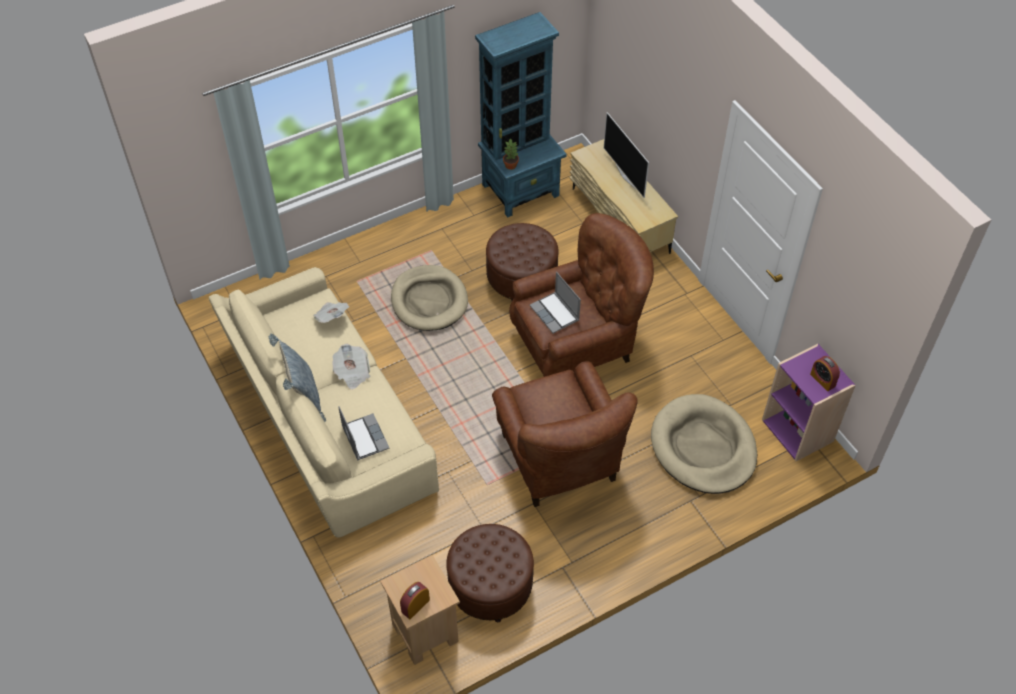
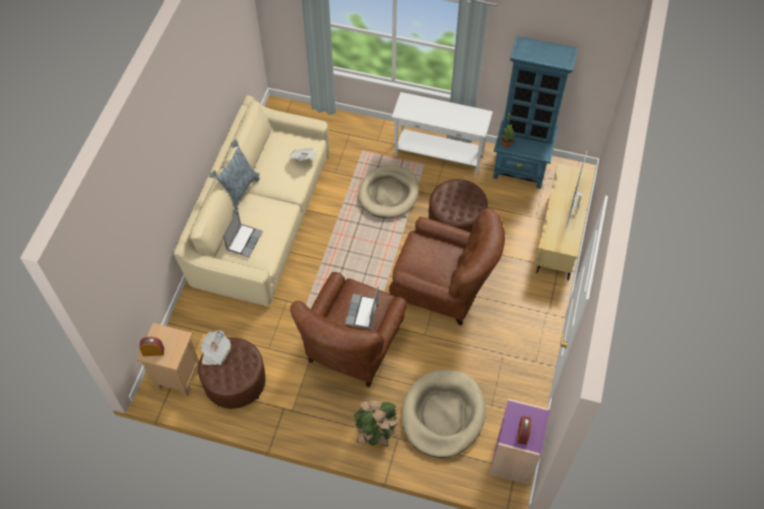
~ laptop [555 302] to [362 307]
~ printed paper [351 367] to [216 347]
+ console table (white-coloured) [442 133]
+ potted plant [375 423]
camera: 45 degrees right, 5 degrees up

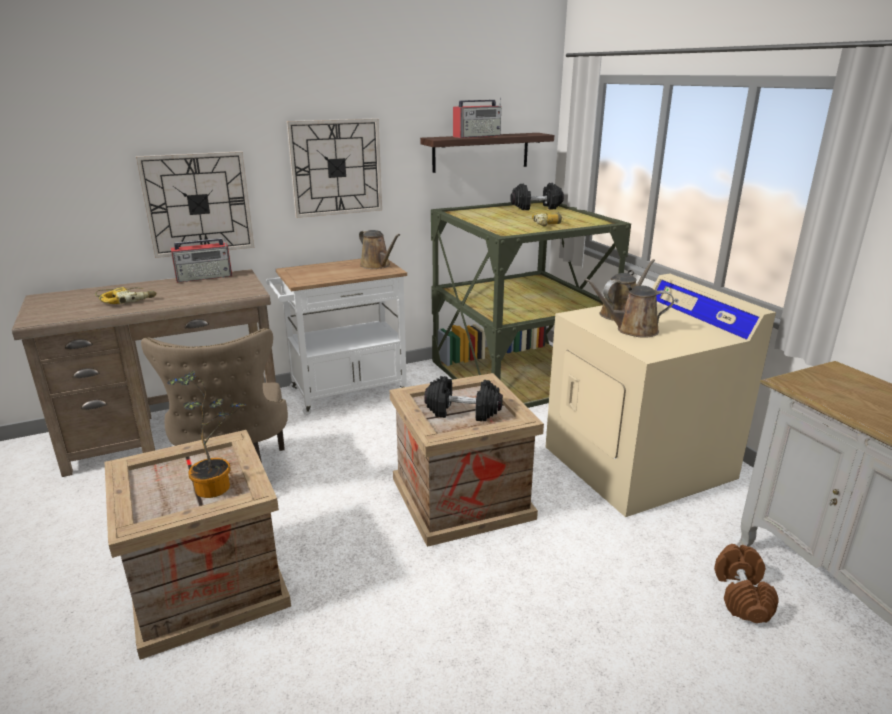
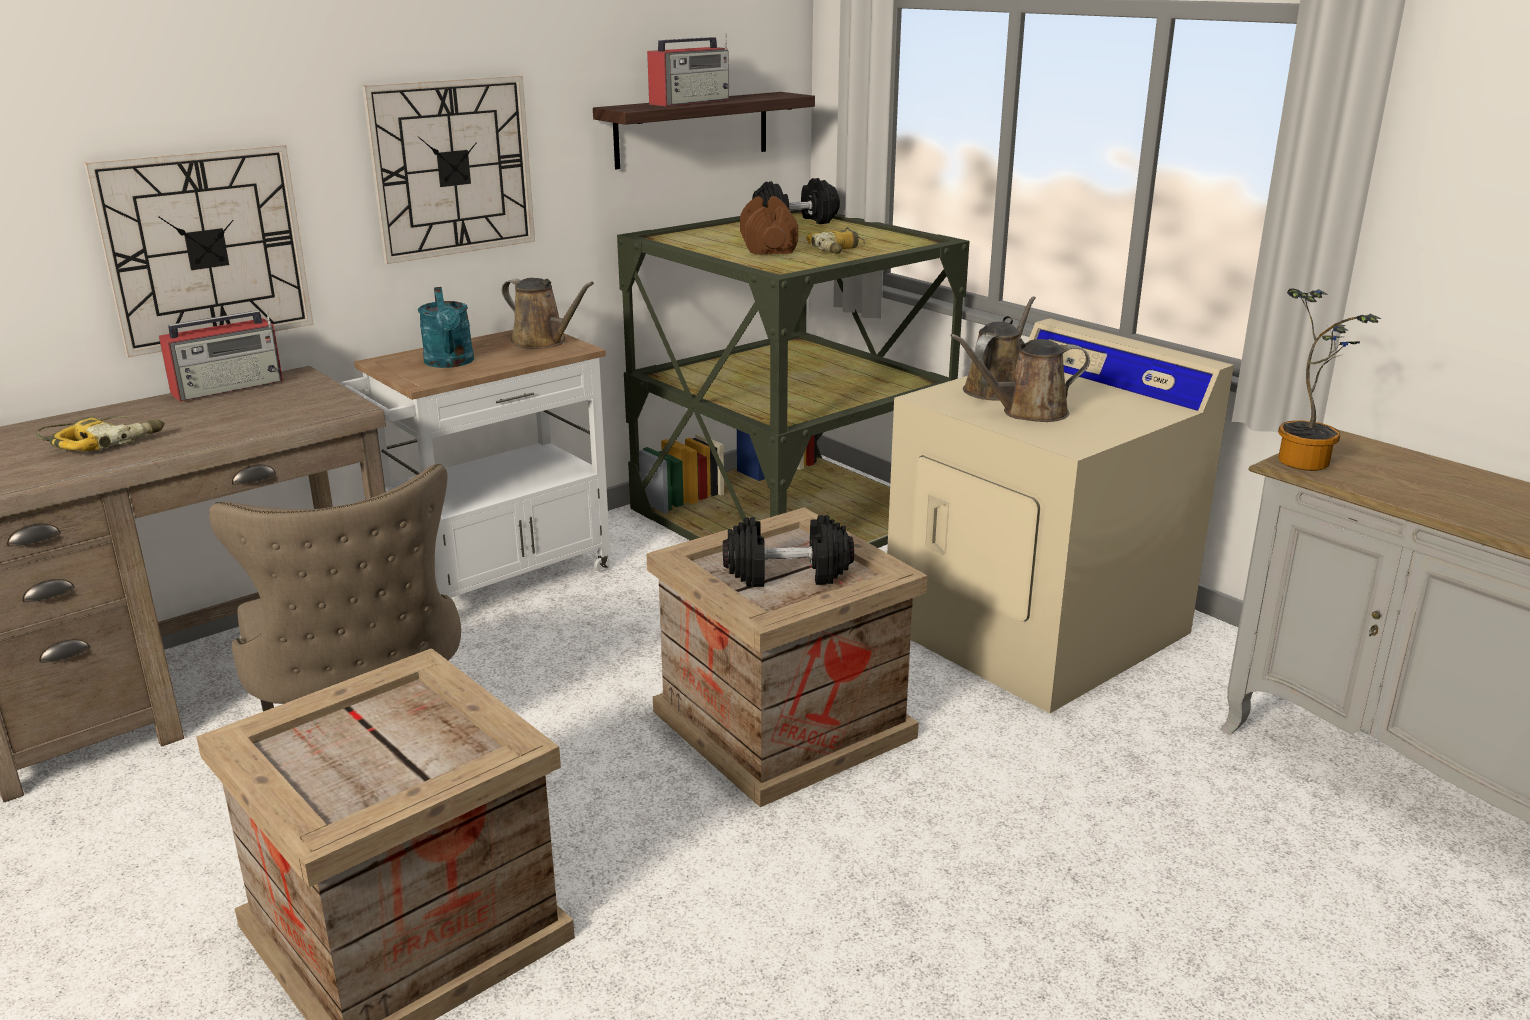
~ potted plant [207 434] to [1329 379]
~ free weight (brown-coloured) [746 583] to [769 225]
+ watering can (turquoise) [446 327]
camera: 15 degrees left, 0 degrees up

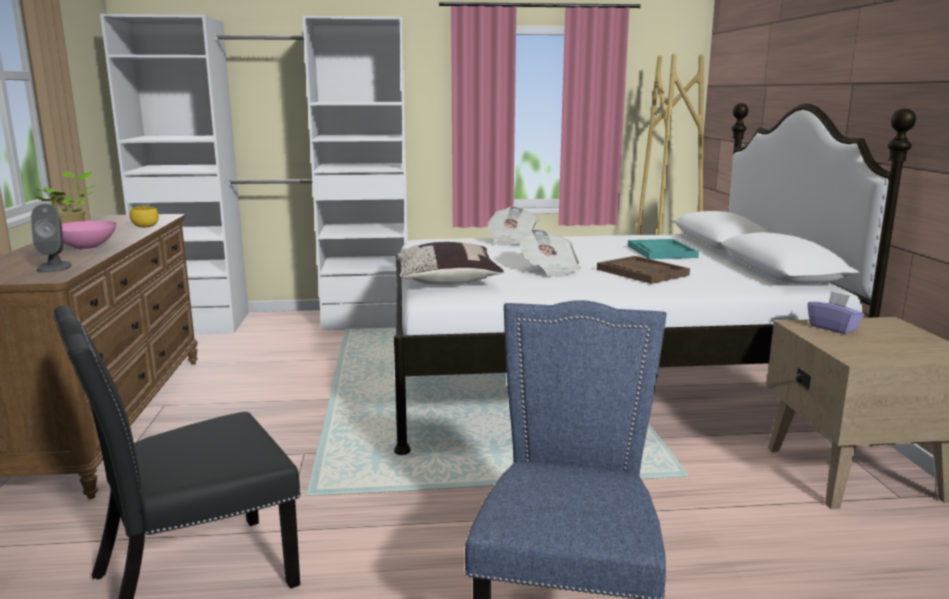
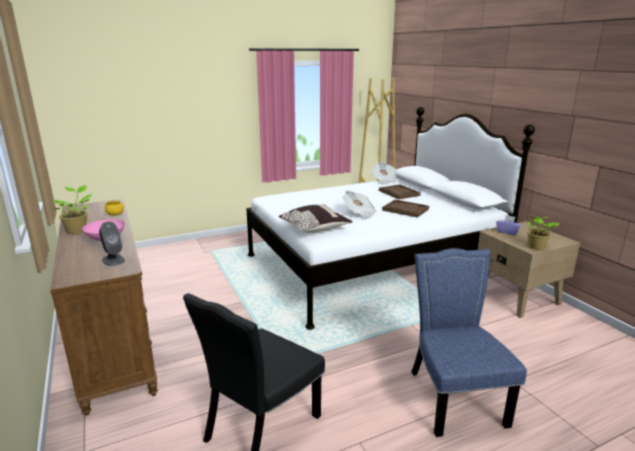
- clothes cupboard (white-coloured) [254 174]
~ printed paper [513 226] to [384 173]
~ serving tray (turquoise) [663 249] to serving tray (brown-coloured) [400 192]
+ potted plant [541 233]
camera: 20 degrees left, 5 degrees up

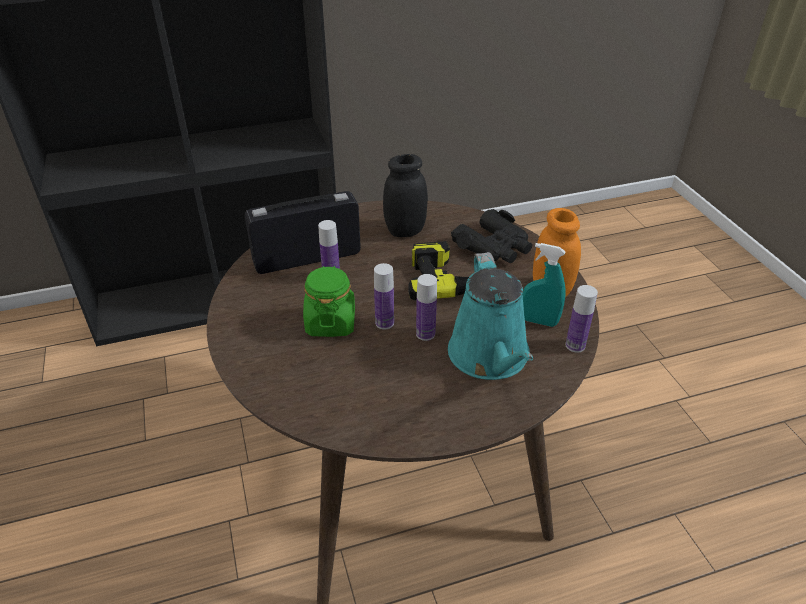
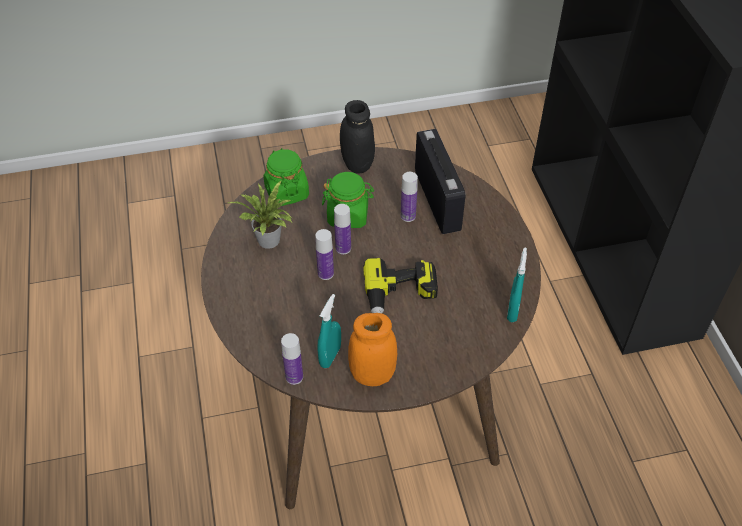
~ jar (black-coloured) [405 195] to [357 137]
- binoculars (black-coloured) [492 236]
- watering can (turquoise) [490 316]
+ jar (greenish) [286 177]
+ potted plant [260 214]
+ hand sprayer (turquoise) [517 285]
camera: 95 degrees right, 10 degrees up

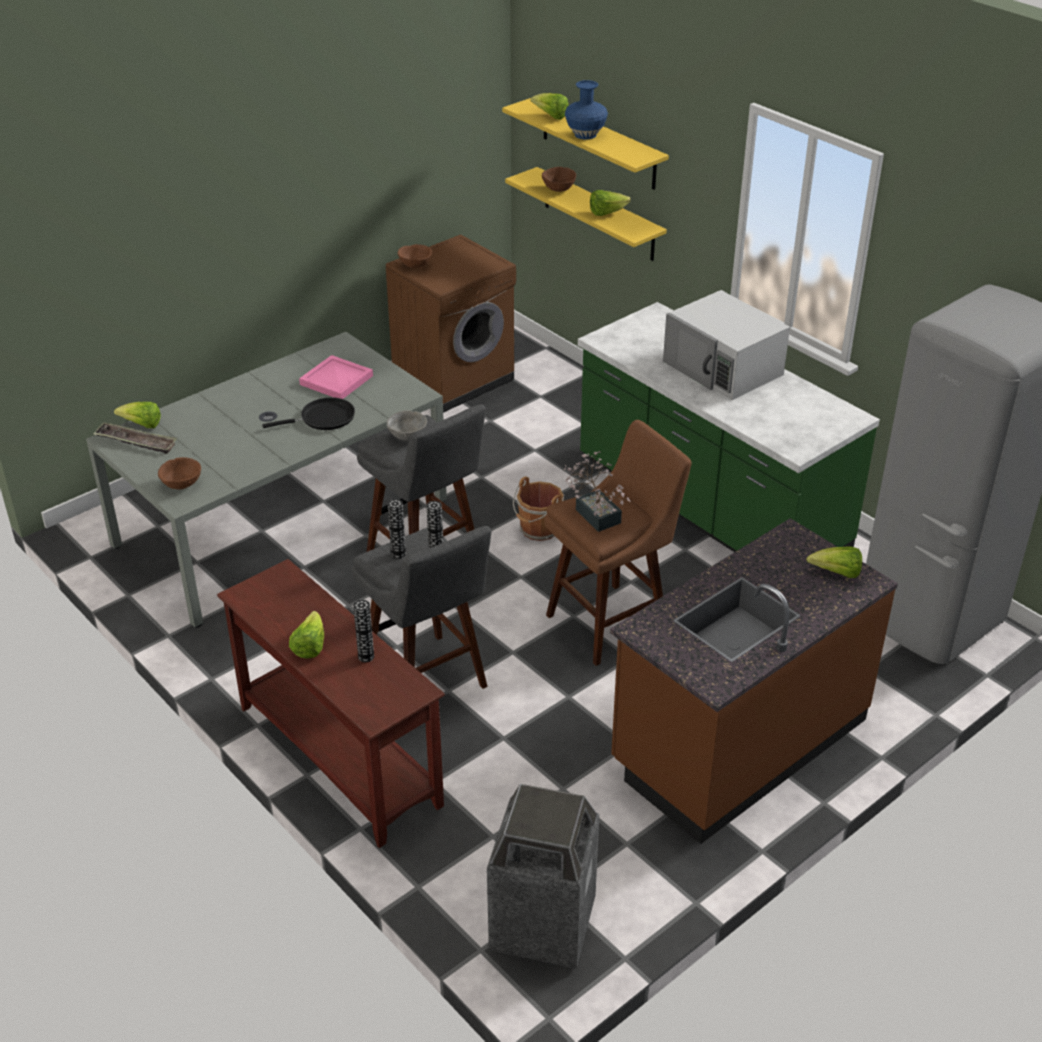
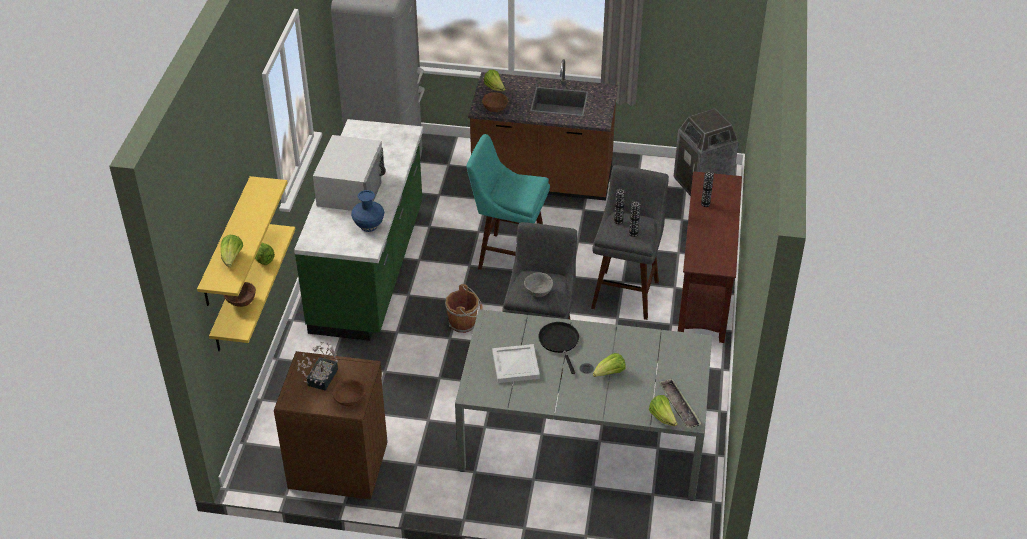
~ vase (blue) [586 110] to [367 211]
~ serving tray (pink) [336 377] to serving tray (white-coloured) [516 363]
~ skillet (black-coloured) [308 413] = [559 348] 45 degrees clockwise
~ sitting stool (brown-coloured) [618 543] to sitting stool (turquoise) [508 202]
~ potted plant [597 491] to [317 366]
~ bowl (brown-coloured) [179 473] to [495 102]
~ head of lettuce [306 635] to [609 365]
camera: 130 degrees left, 5 degrees up

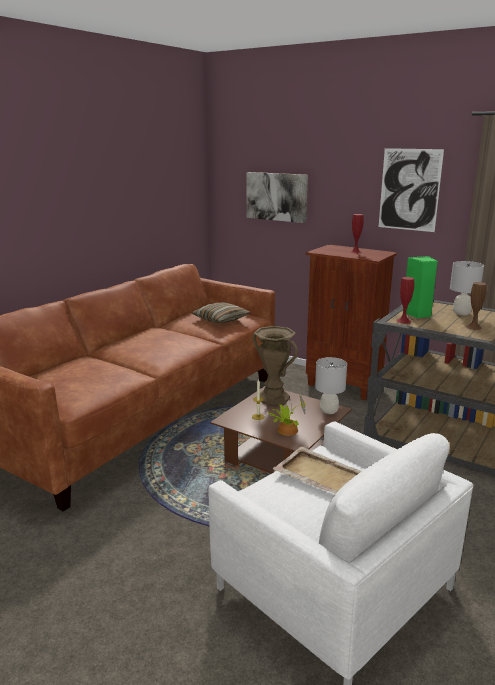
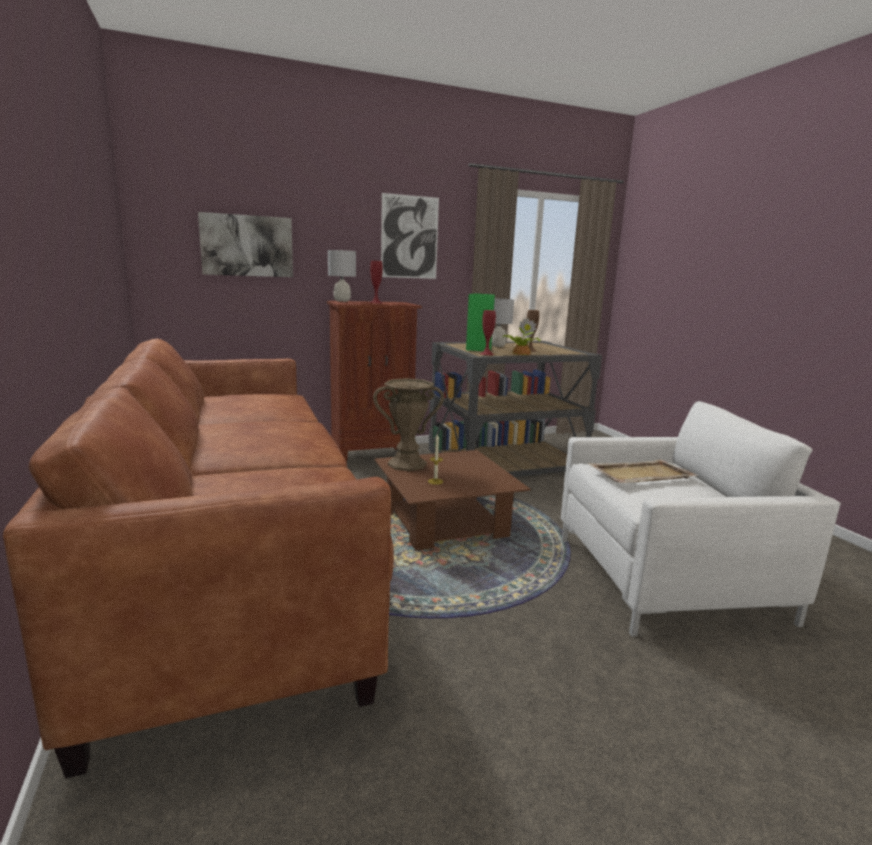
- pillow [221 313]
~ table lamp (gray) [331 385] to [342 276]
~ potted plant [287 415] to [522 336]
camera: 55 degrees left, 5 degrees down

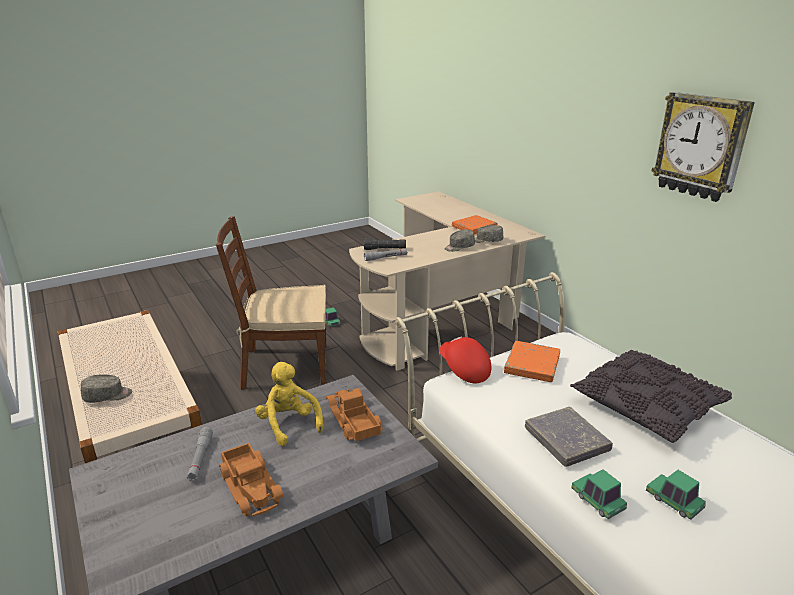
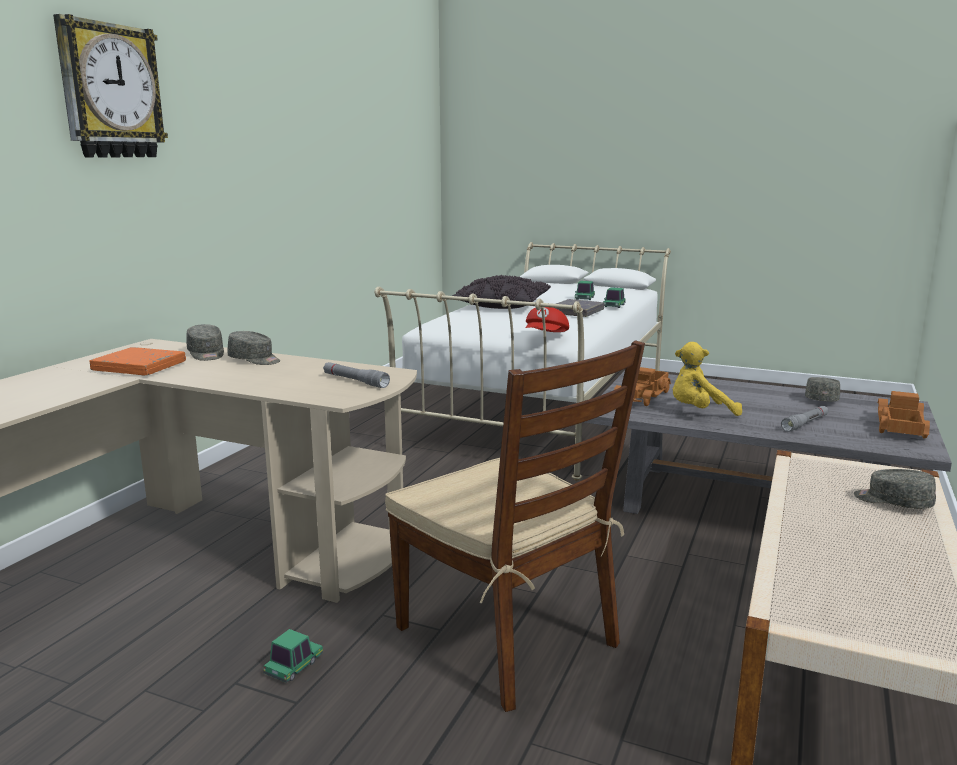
~ hanging clock [703 147] to [110 86]
- hand torch (black-coloured) [385 244]
- book (orange-coloured) [532 361]
~ cuddly toy (yellow) [289 404] = [707 379] 60 degrees clockwise
~ toy truck [251 480] to [904 415]
+ peaked cap (gray) [822 389]
camera: 125 degrees left, 10 degrees down

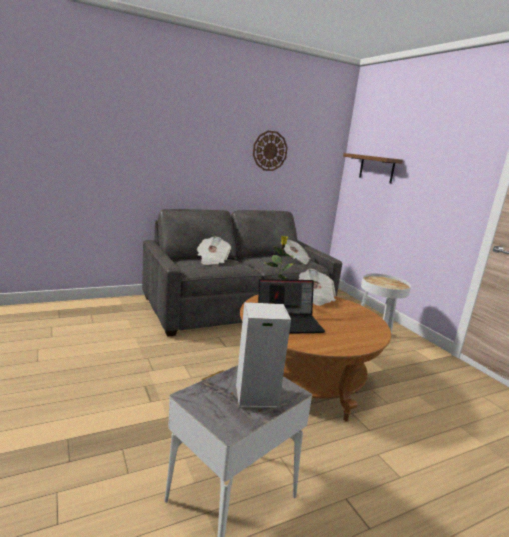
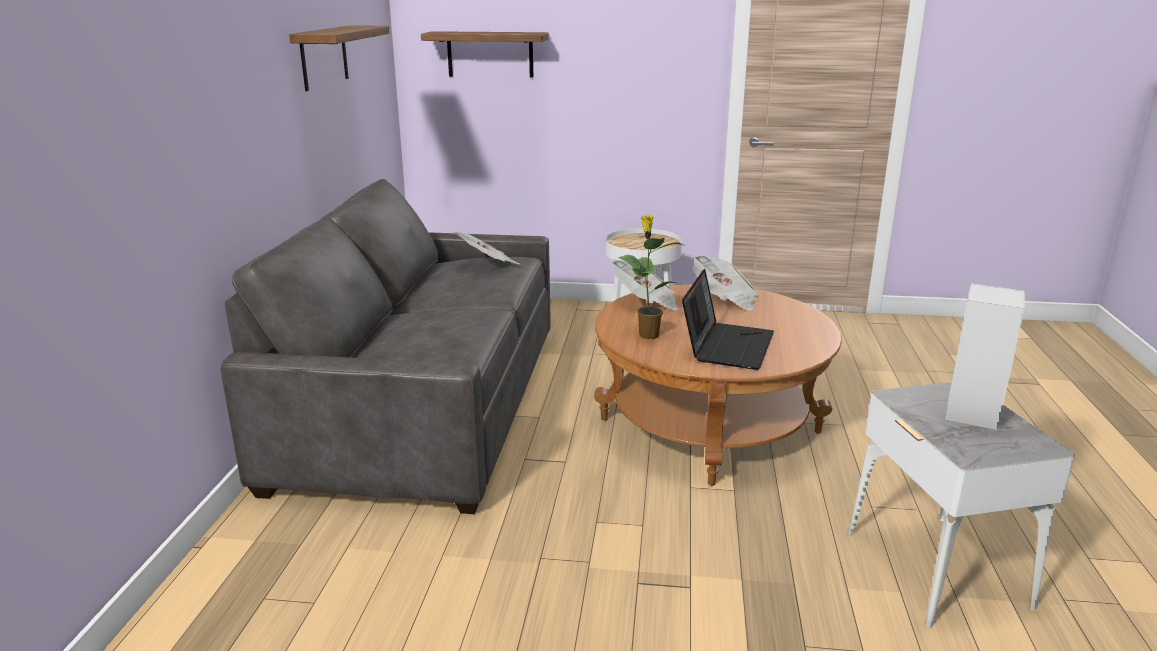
~ hanging clock [270 151] to shelf [339 58]
~ printed paper [214 251] to [725 282]
camera: 55 degrees left, 5 degrees up

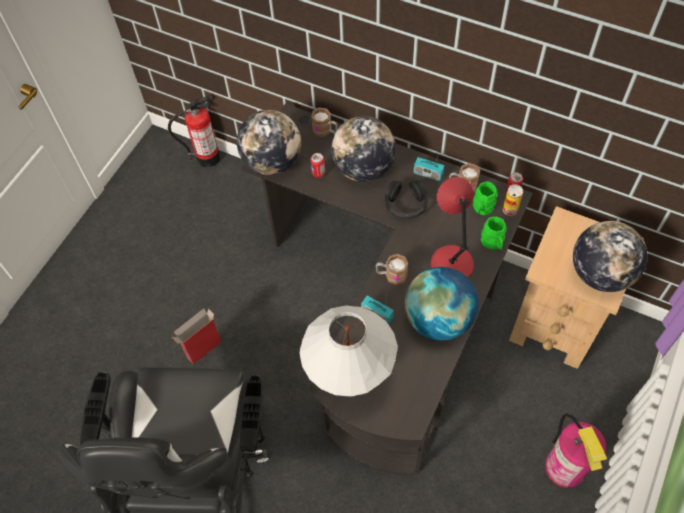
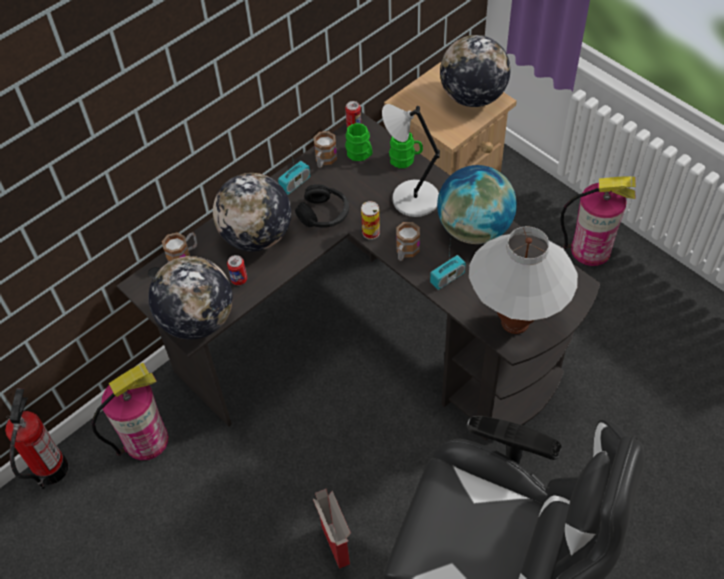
~ table lamp (red-coloured) [452 227] to table lamp (gray) [411 160]
~ metal can [513 200] to [370 220]
+ fire extinguisher [129 411]
camera: 70 degrees left, 5 degrees down

